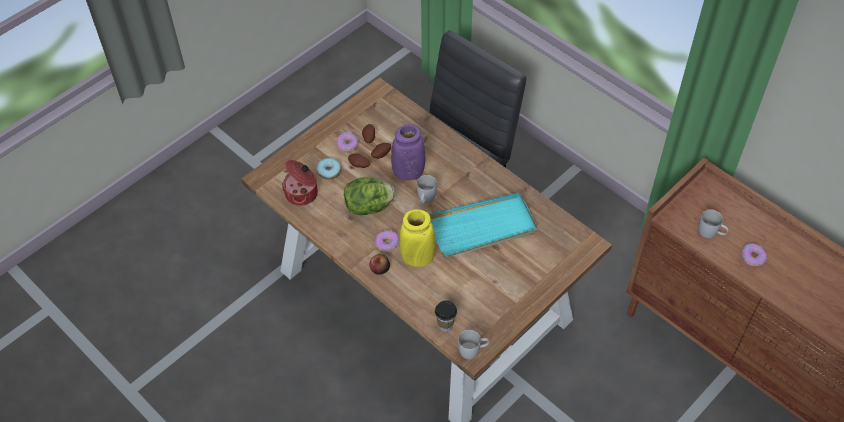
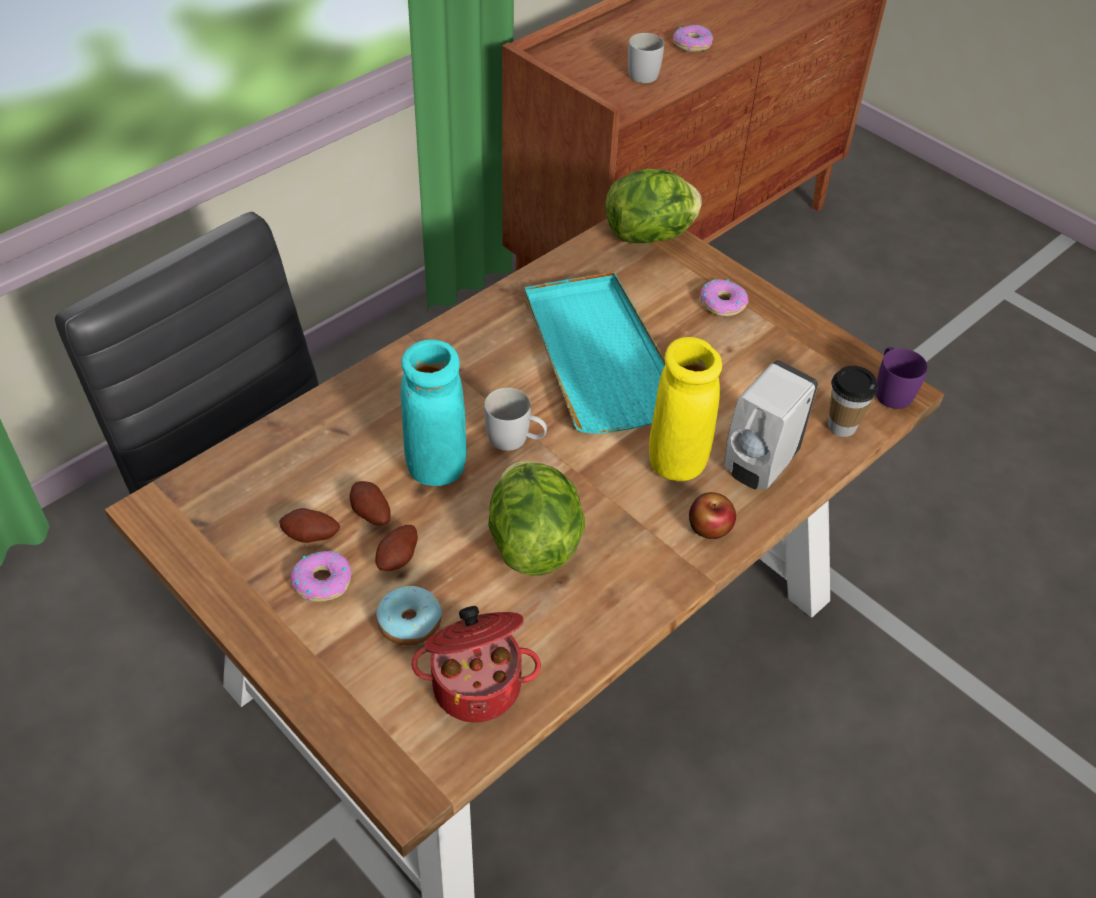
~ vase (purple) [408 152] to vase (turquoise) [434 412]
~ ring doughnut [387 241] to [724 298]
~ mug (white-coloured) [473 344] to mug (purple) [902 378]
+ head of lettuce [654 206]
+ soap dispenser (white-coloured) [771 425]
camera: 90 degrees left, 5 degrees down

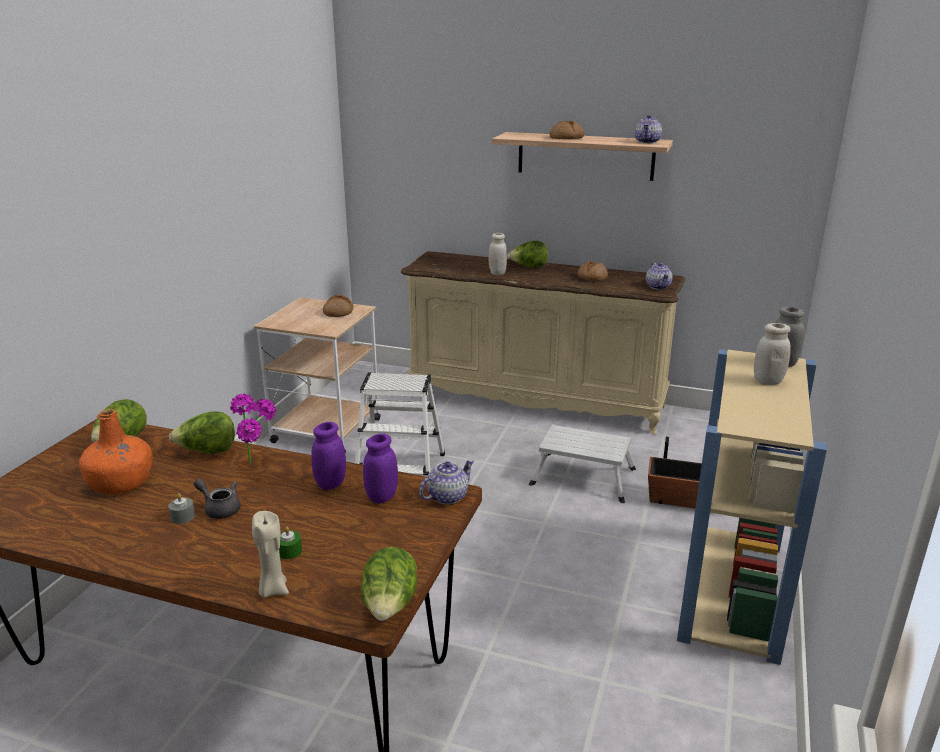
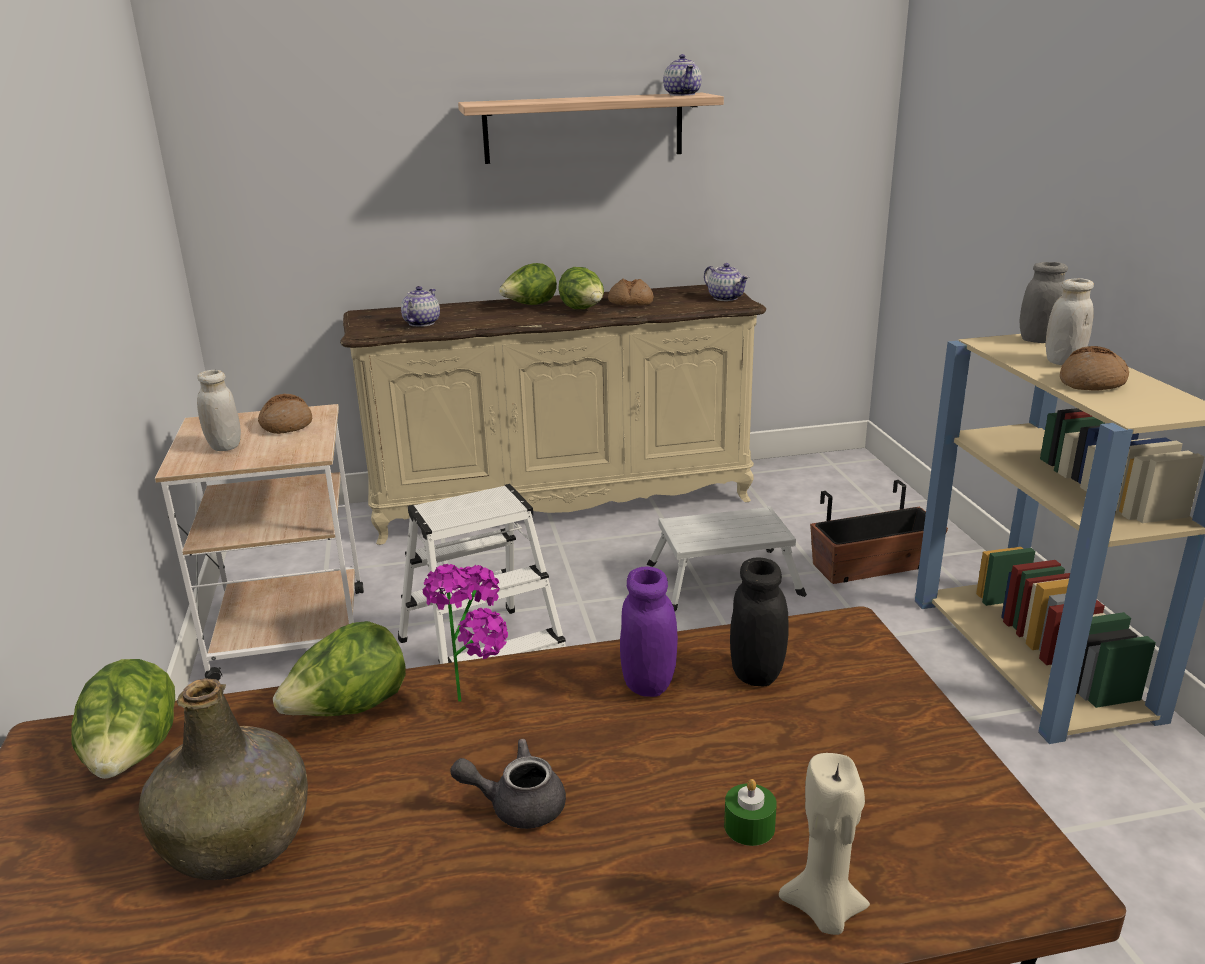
~ bakery bread [566 129] to [1094 368]
~ jar (white-coloured) [497 254] to [219 410]
~ bottle (orange-coloured) [116 451] to bottle (greenish) [223 779]
~ jar (purple) [380 468] to jar (black-coloured) [759 622]
~ teapot [446 482] to [420 306]
- candle (gray) [181 508]
~ head of lettuce [389 584] to [581 288]
camera: 30 degrees left, 0 degrees up

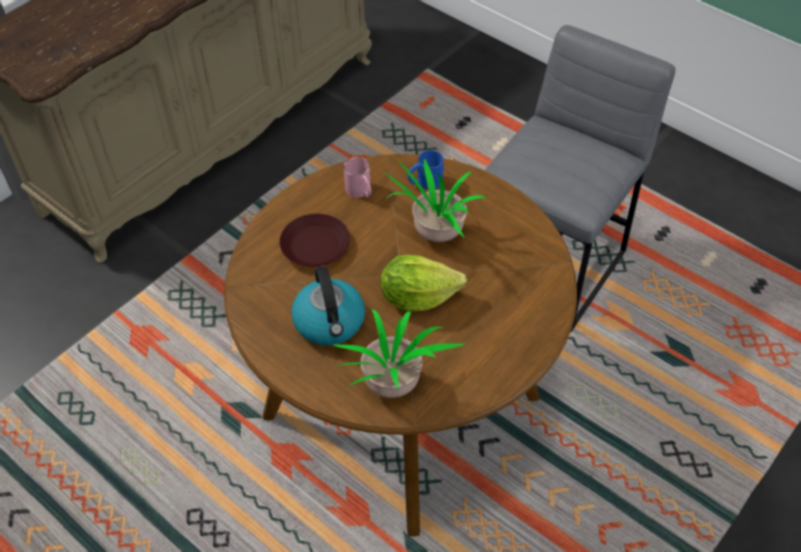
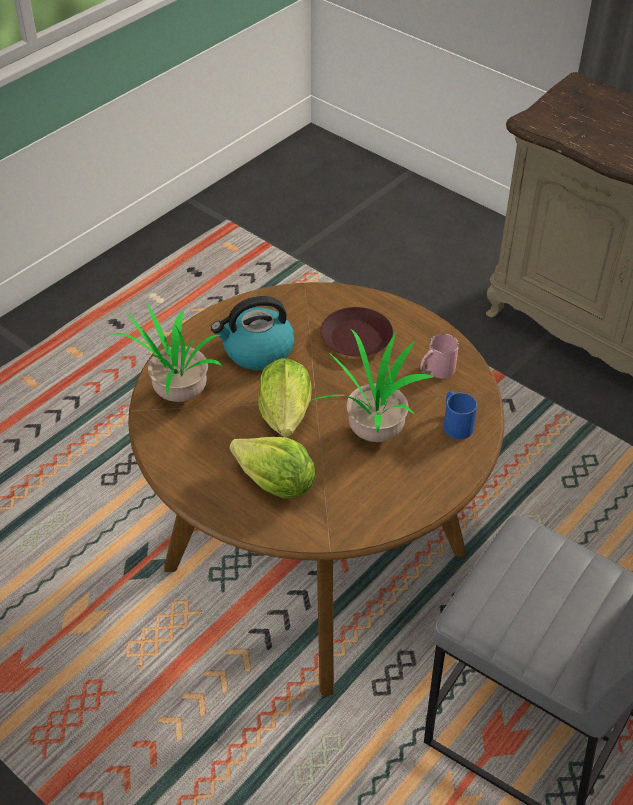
+ head of lettuce [272 467]
camera: 90 degrees right, 5 degrees down

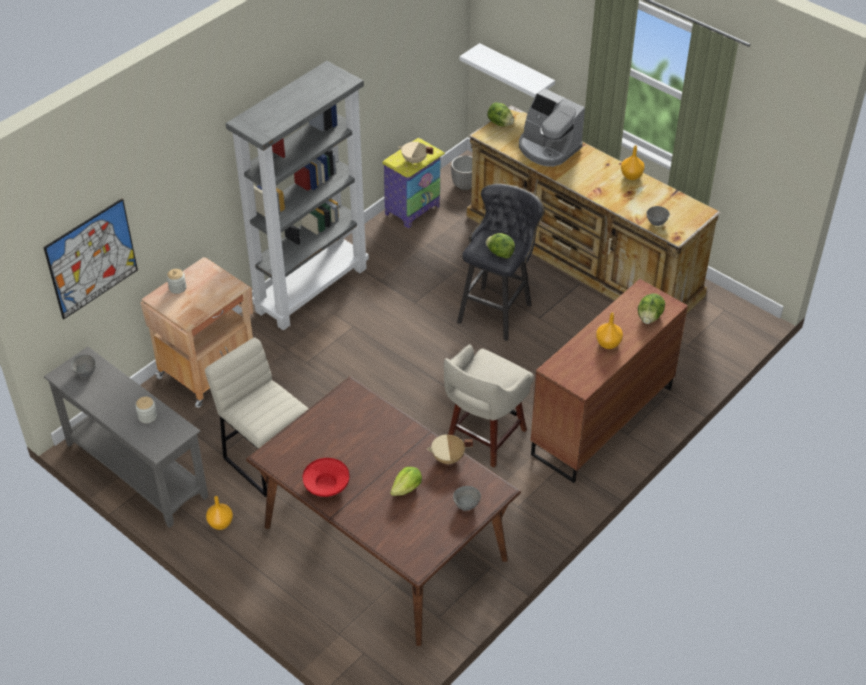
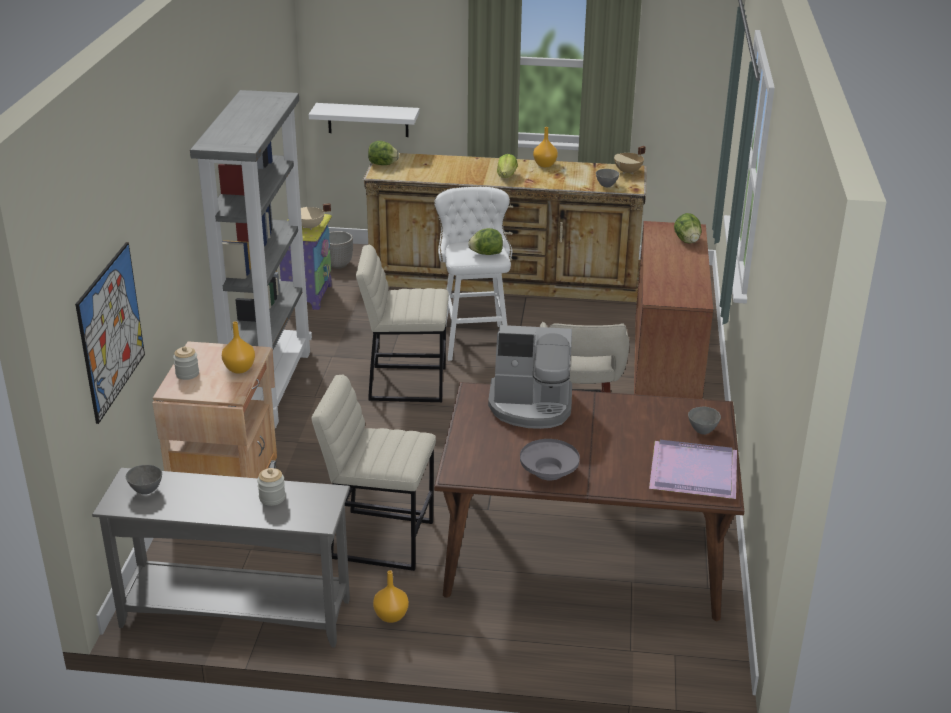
~ coffee maker [552 128] to [530 377]
~ sitting stool (black-coloured) [501 262] to sitting stool (white-coloured) [473 273]
~ vase (orange-coloured) [609 330] to [238 347]
~ saucepot (beige-coloured) [450 449] to [630 160]
~ bowl (red-coloured) [326 477] to bowl (gray) [550 460]
~ head of lettuce [406 481] to [507 166]
+ chair (beige-coloured) [402 323]
+ serving tray (purple) [693 469]
camera: 35 degrees left, 15 degrees down

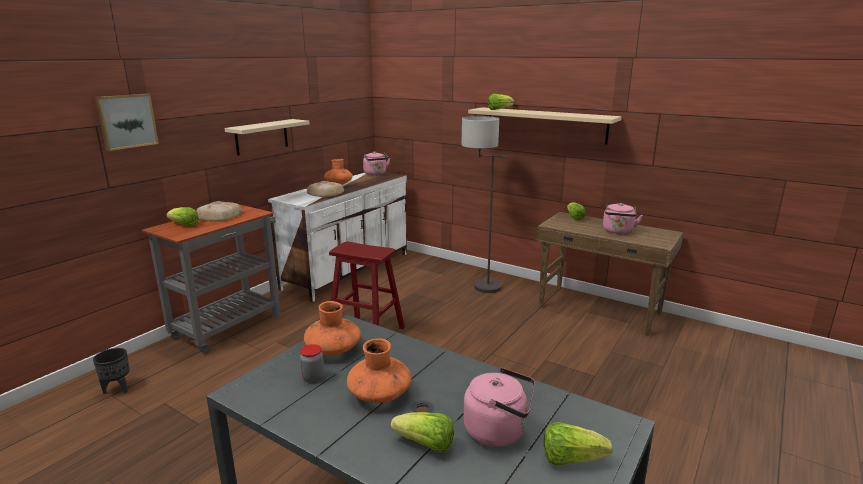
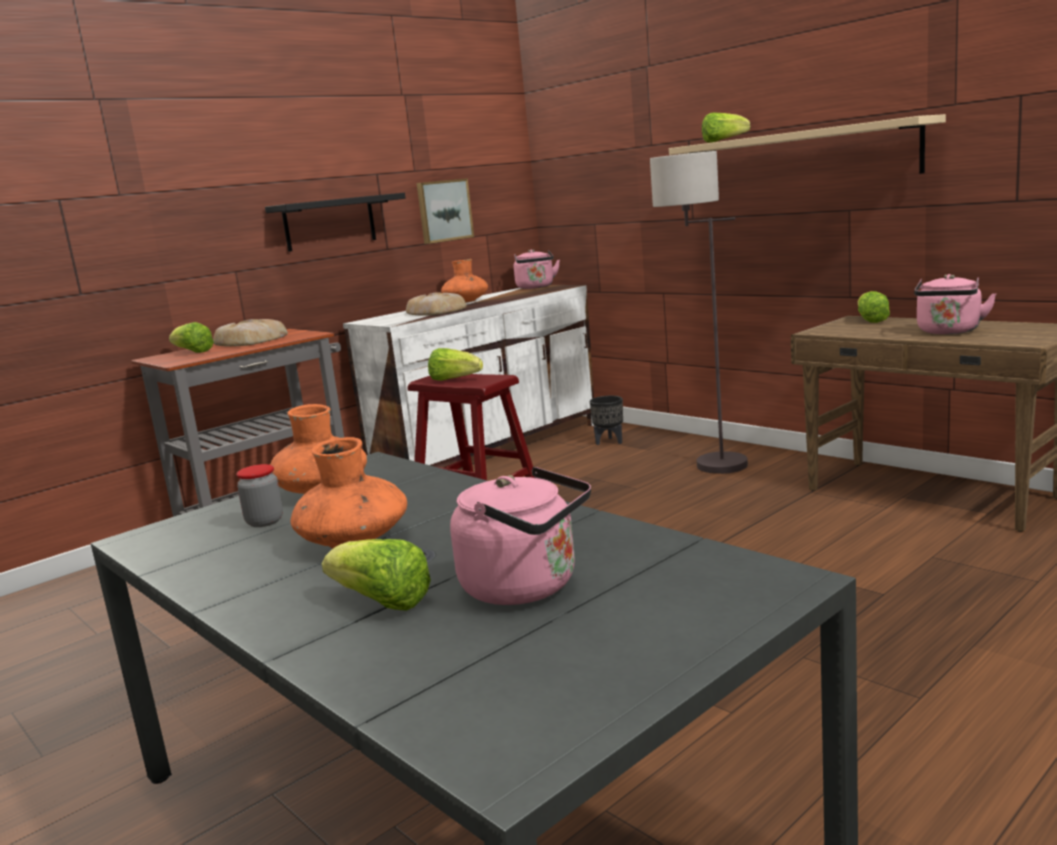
~ wall art [127 122] to [445 211]
~ shelf (beige-coloured) [267 137] to shelf (black-coloured) [335 222]
~ flower pot (black-coloured) [111 371] to [606 420]
~ head of lettuce [578 443] to [455 364]
camera: 15 degrees right, 5 degrees down

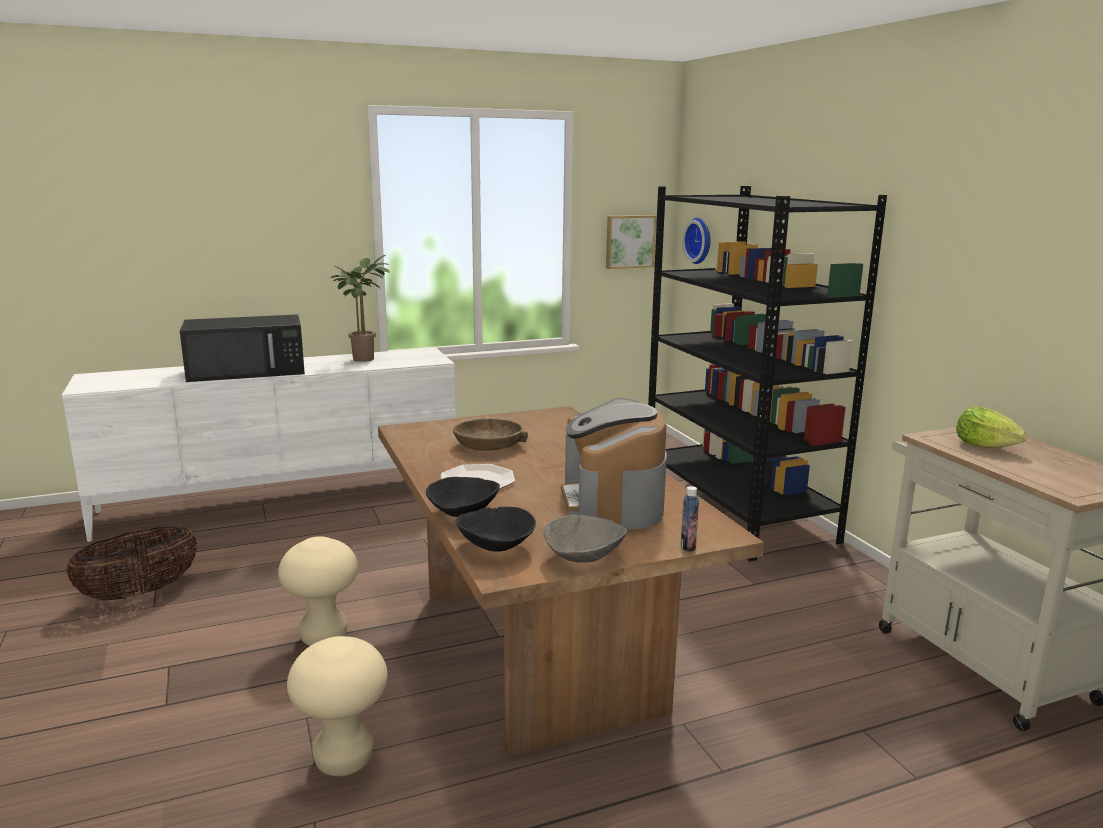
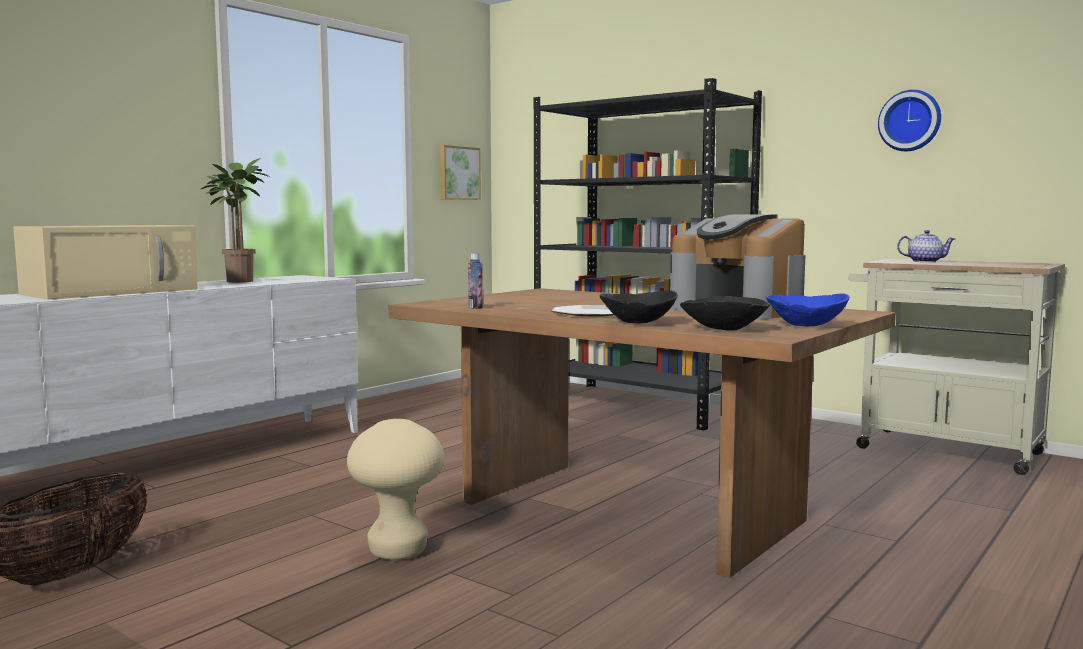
~ hanging clock [697 241] to [909 120]
~ microwave (black-coloured) [242 348] to microwave (beige-coloured) [105 262]
~ head of lettuce [991 427] to teapot [926 246]
- bowl (brown-coloured) [490 434]
~ bottle [689 519] to [475 281]
~ bowl (gray) [585 538] to bowl (blue) [808 310]
- sitting stool (beige-coloured) [337 706]
camera: 30 degrees left, 10 degrees down

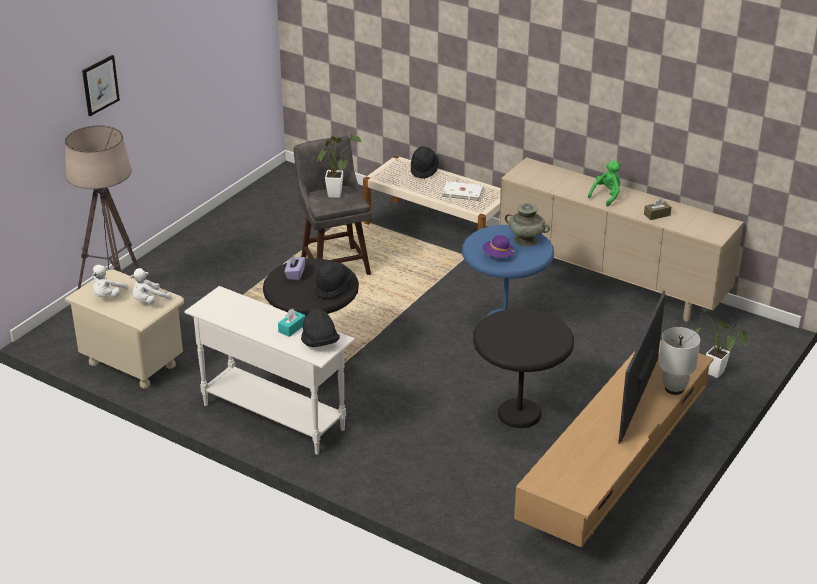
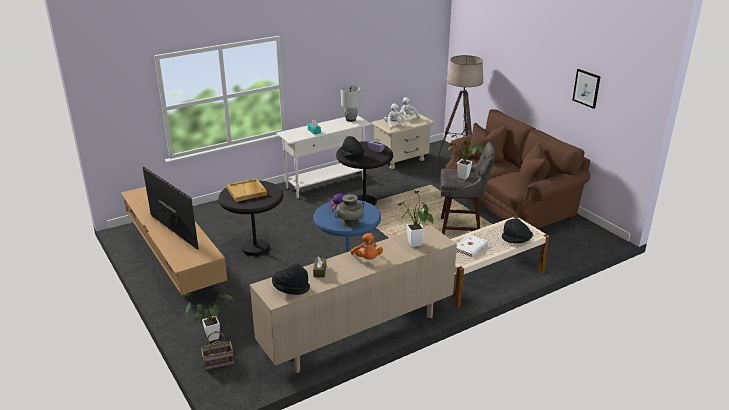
~ wall art [101 85] to [586 89]
~ cuddly toy (greenish) [604 183] to cuddly toy (orange-coloured) [367 246]
~ wearable hat (black-coloured) [320 327] to [291 279]
~ table lamp (white-coloured) [679 361] to [350 103]
+ settee (brown-coloured) [517 169]
+ serving tray (beige-coloured) [246 190]
+ potted plant [415 218]
+ household basket [217 350]
camera: 115 degrees right, 5 degrees down

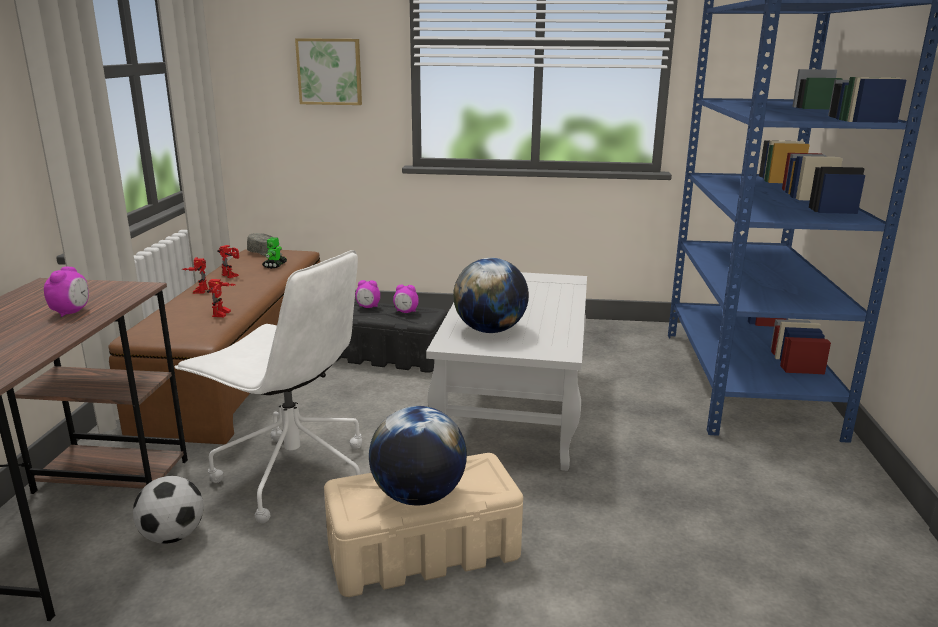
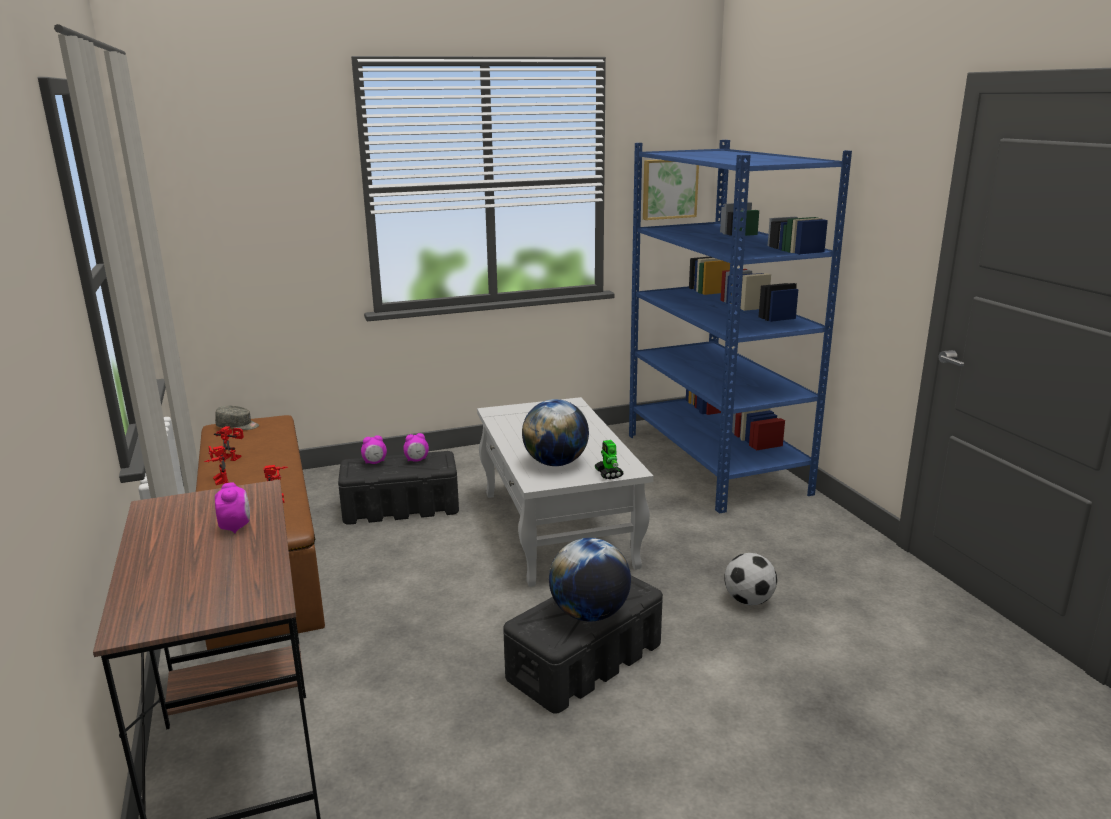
~ wall art [328 71] to [671 190]
~ robot figure [274 253] to [609 459]
- computer chair (white-coloured) [268 386]
~ storage container (beige-coloured) [423 525] to storage container (black-coloured) [583 645]
~ football [168 510] to [750 579]
camera: 25 degrees left, 0 degrees up

